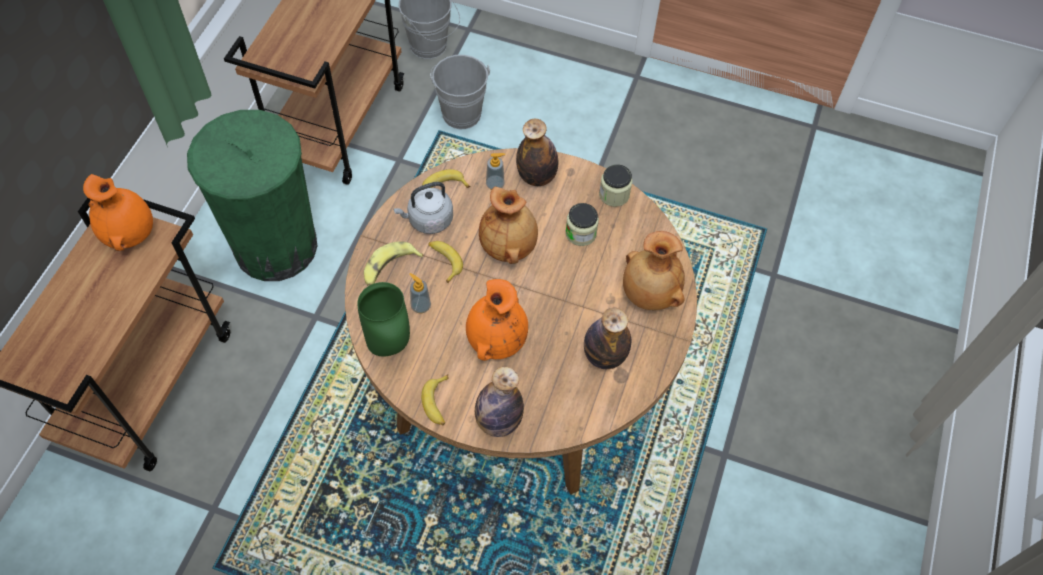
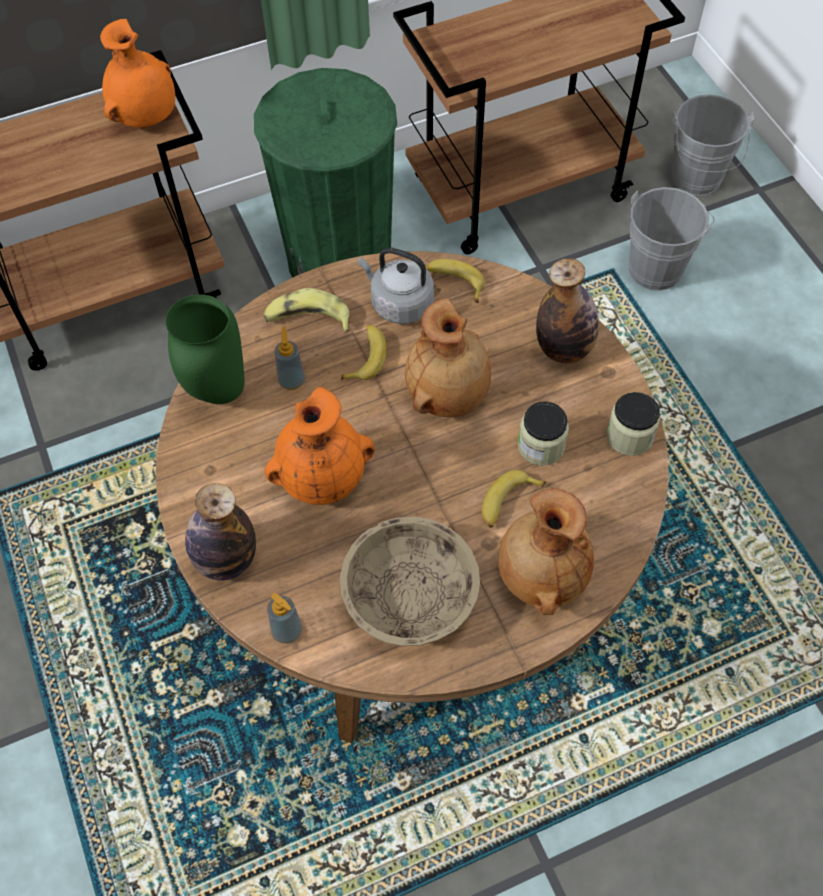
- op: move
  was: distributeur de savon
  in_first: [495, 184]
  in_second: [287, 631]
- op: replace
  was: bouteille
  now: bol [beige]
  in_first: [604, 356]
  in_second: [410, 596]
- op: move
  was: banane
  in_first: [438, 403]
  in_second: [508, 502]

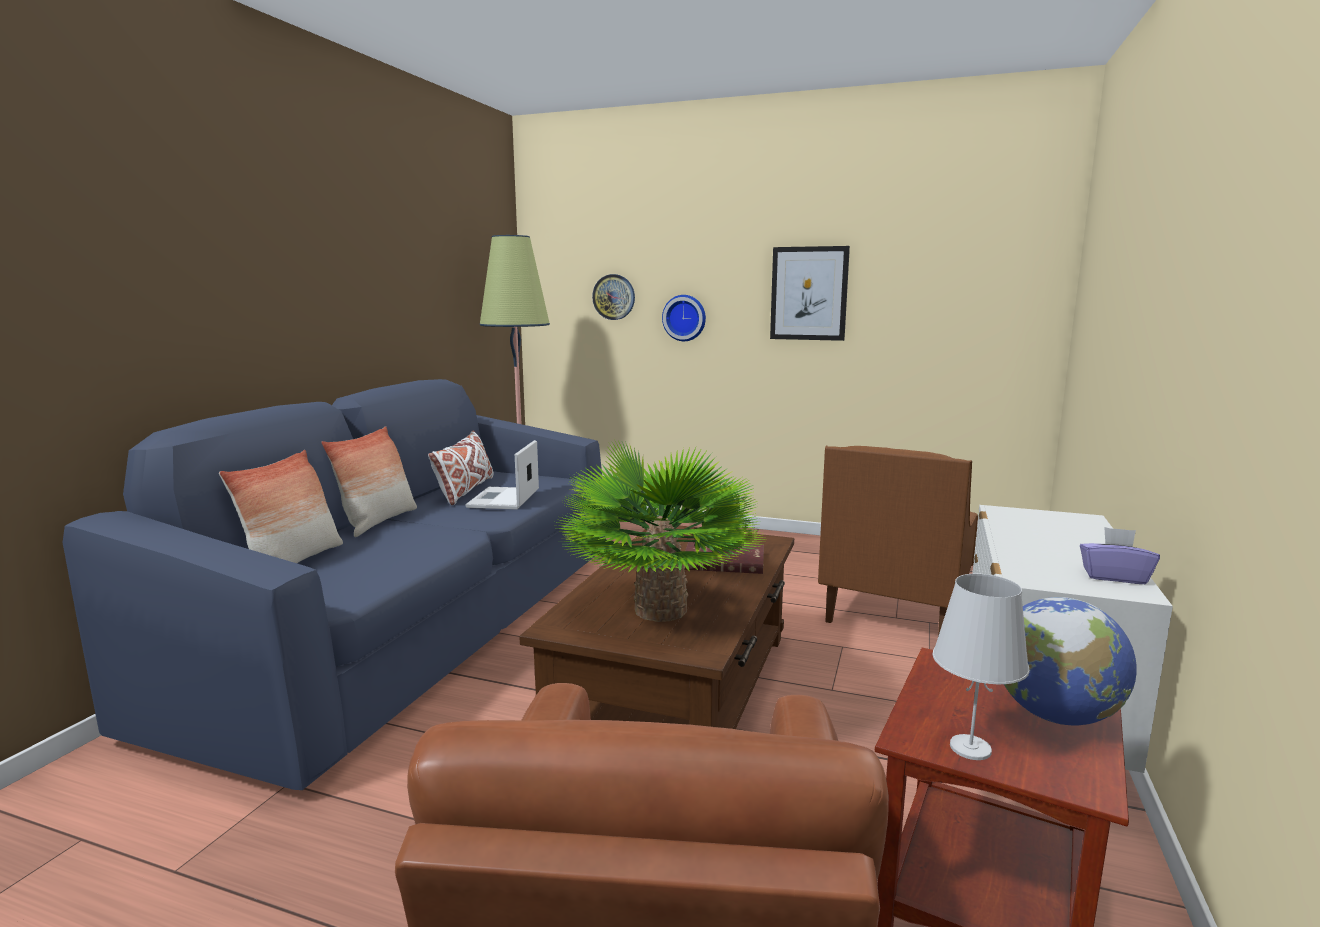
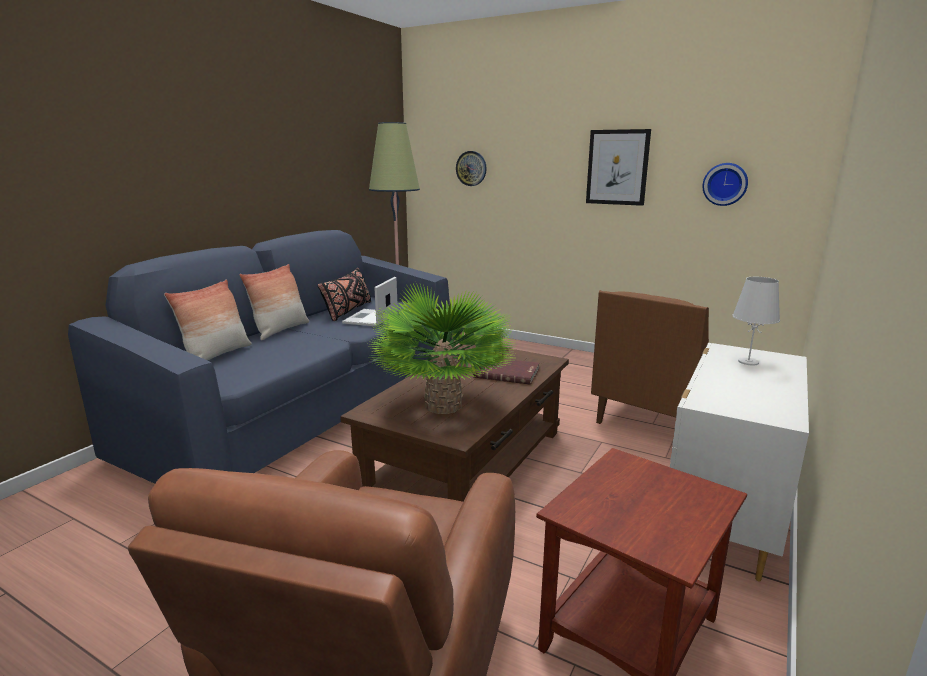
- op: recolor
  was: coussin [blanc]
  now: coussin [noir]
  in_first: [465, 491]
  in_second: [347, 311]
- op: move
  was: horloge murale
  in_first: [685, 318]
  in_second: [725, 184]
- op: move
  was: lampe de table [blanc]
  in_first: [970, 748]
  in_second: [748, 362]
- op: delete
  was: globe
  in_first: [1055, 715]
- op: delete
  was: boîte à mouchoirs [violet]
  in_first: [1114, 576]

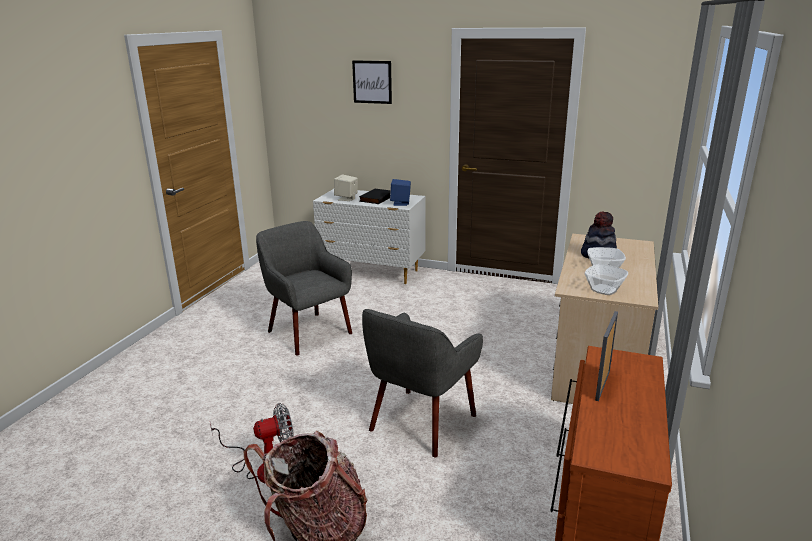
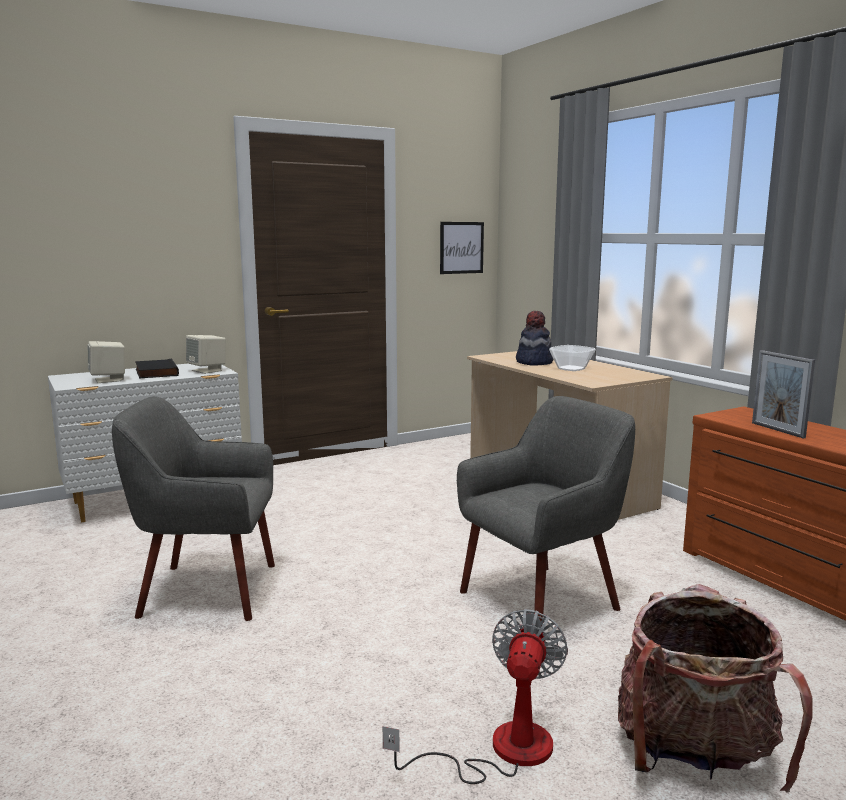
- op: recolor
  was: enceinte [bleu]
  now: enceinte [beige]
  in_first: [400, 203]
  in_second: [207, 370]
- op: move
  was: tableau
  in_first: [372, 82]
  in_second: [461, 247]
- op: rotate
  was: fauteuil [gris]
  in_first: [420, 422]
  in_second: [541, 600]
  clockwise: -105
- op: delete
  was: bol
  in_first: [604, 289]

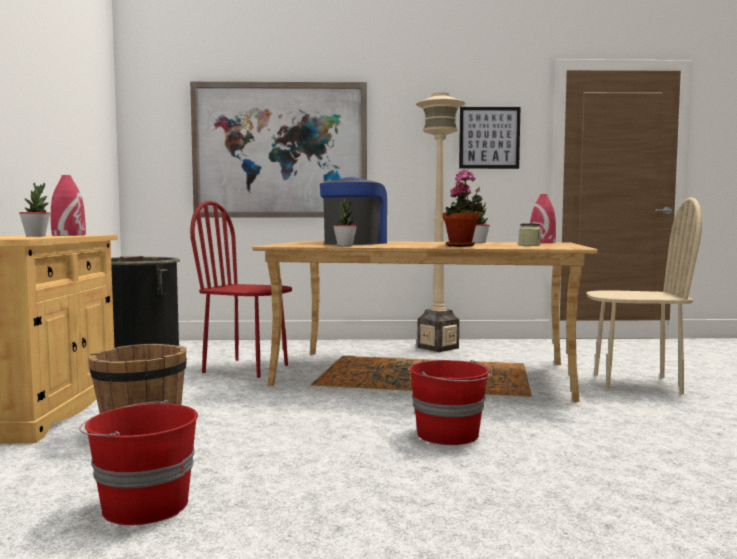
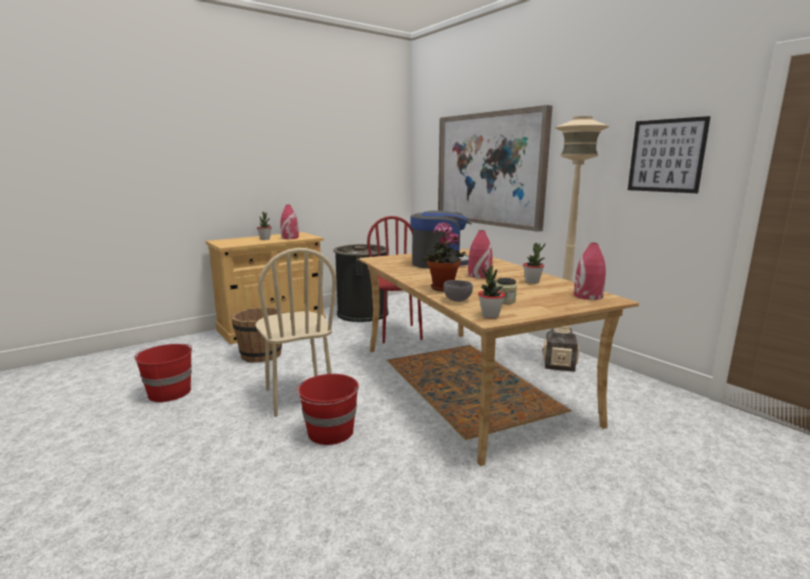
- op: move
  was: chaise [beige]
  in_first: [636, 384]
  in_second: [298, 396]
- op: insert
  now: bol [gris]
  in_second: [457, 300]
- op: insert
  now: vase [rouge]
  in_second: [479, 275]
- op: move
  was: plante en pot
  in_first: [345, 245]
  in_second: [490, 315]

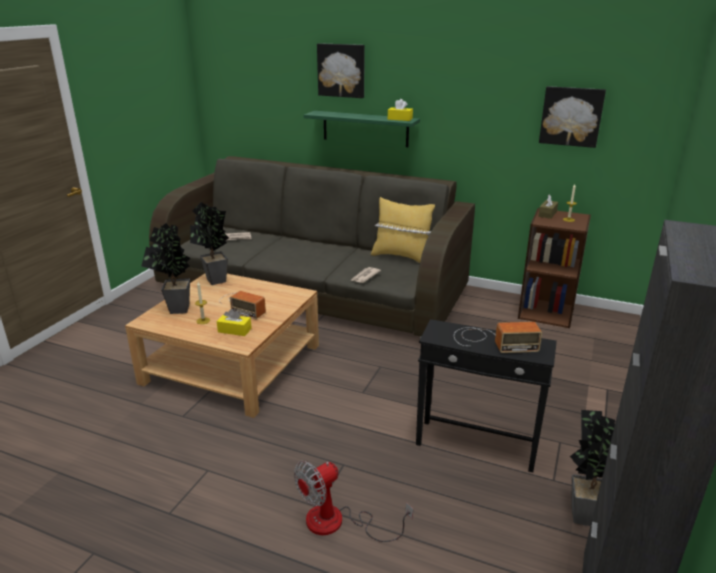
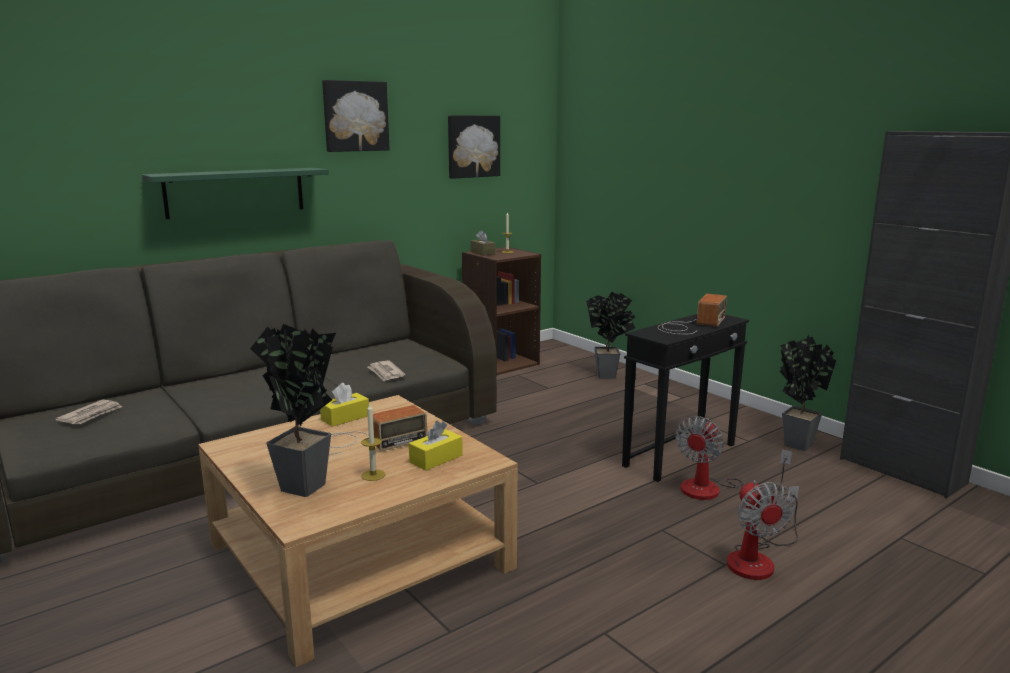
- op: move
  was: boîte à mouchoirs [jaune]
  in_first: [400, 119]
  in_second: [345, 418]
- op: move
  was: tableau
  in_first: [341, 70]
  in_second: [355, 116]
- op: move
  was: plante en pot
  in_first: [215, 282]
  in_second: [609, 376]
- op: insert
  now: ventilateur
  in_second: [714, 490]
- op: delete
  was: coussin [jaune]
  in_first: [401, 256]

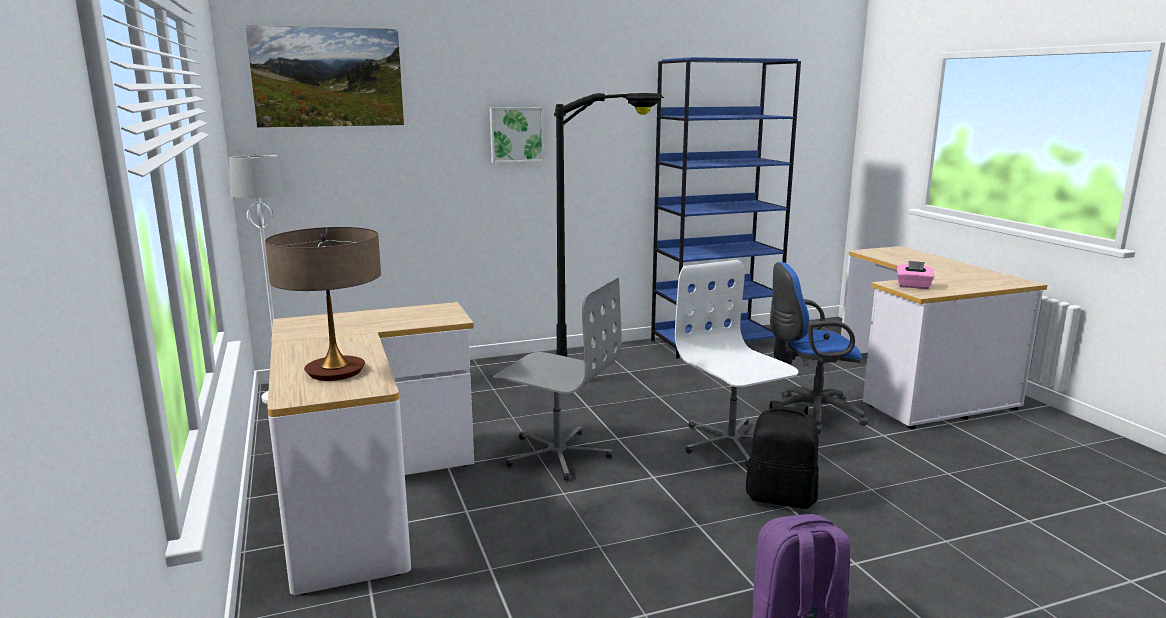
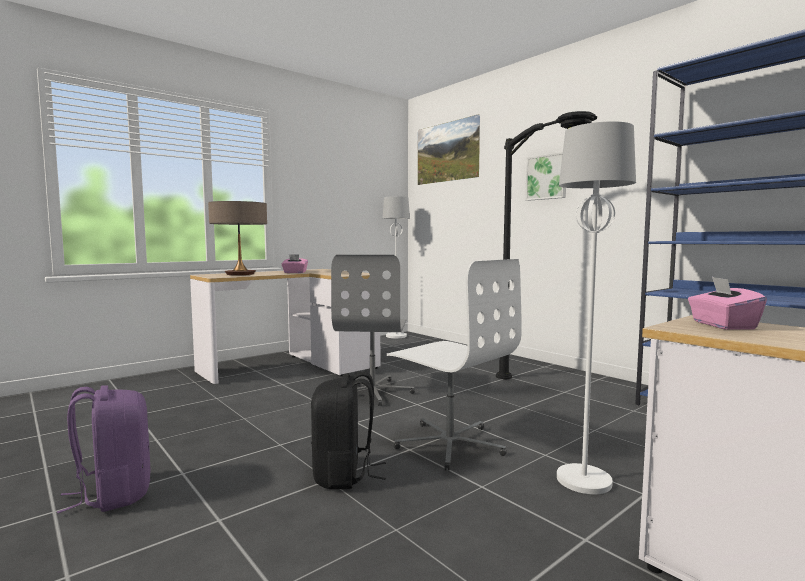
- op: insert
  now: boîte à mouchoirs [rose]
  in_second: [295, 272]
- op: rotate
  was: chaise de bureau [blanc]
  in_first: [730, 443]
  in_second: [450, 444]
  clockwise: 90
- op: replace
  was: chaise de bureau [bleu]
  now: lampadaire [blanc]
  in_first: [808, 414]
  in_second: [583, 480]

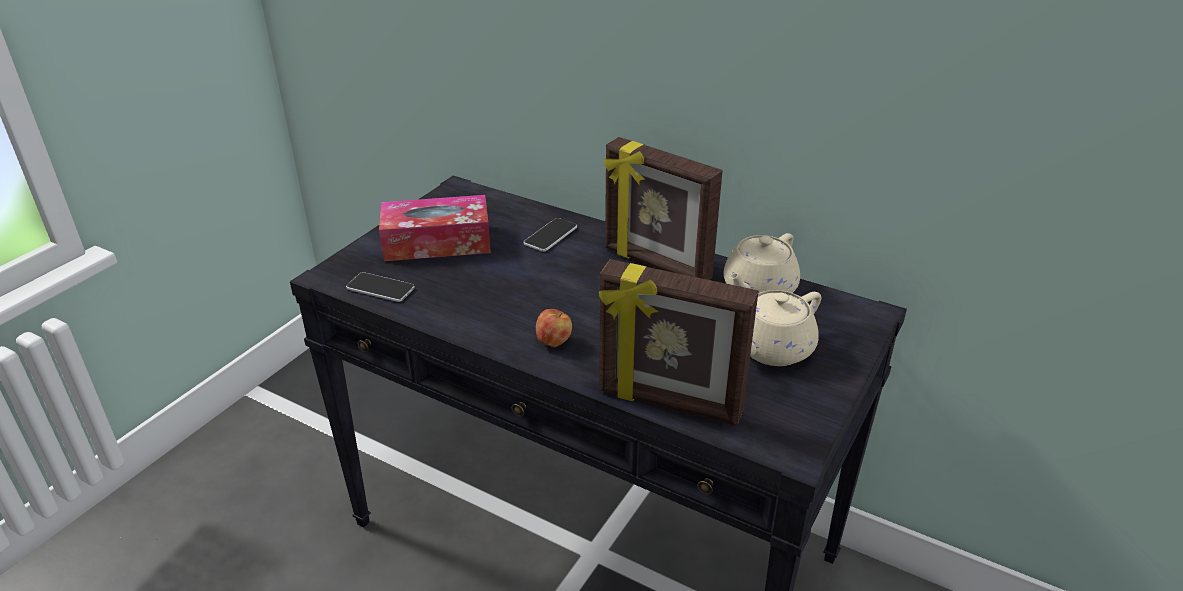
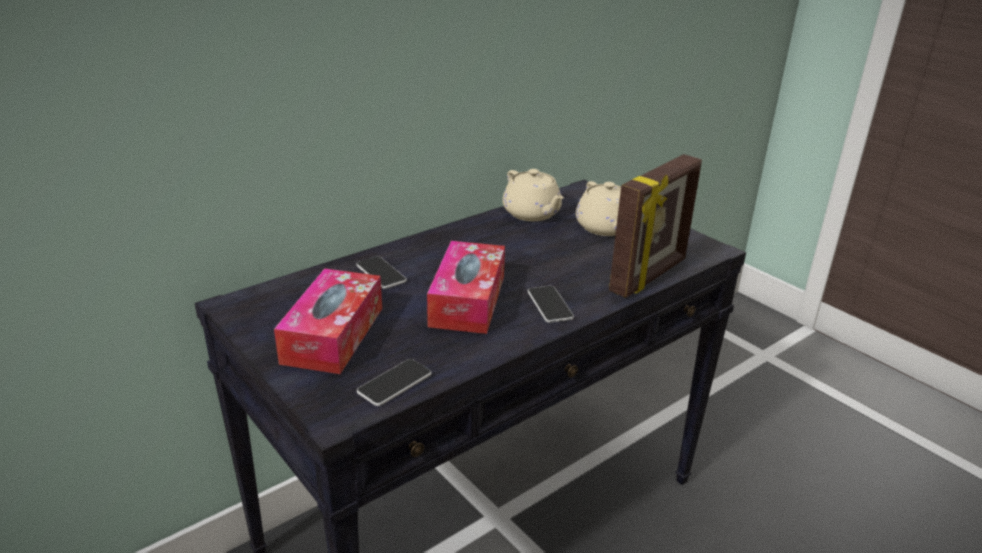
- op: insert
  now: boîte à mouchoirs
  in_second: [467, 300]
- op: replace
  was: pomme
  now: téléphone
  in_first: [554, 342]
  in_second: [550, 305]
- op: delete
  was: cadre photo
  in_first: [656, 264]

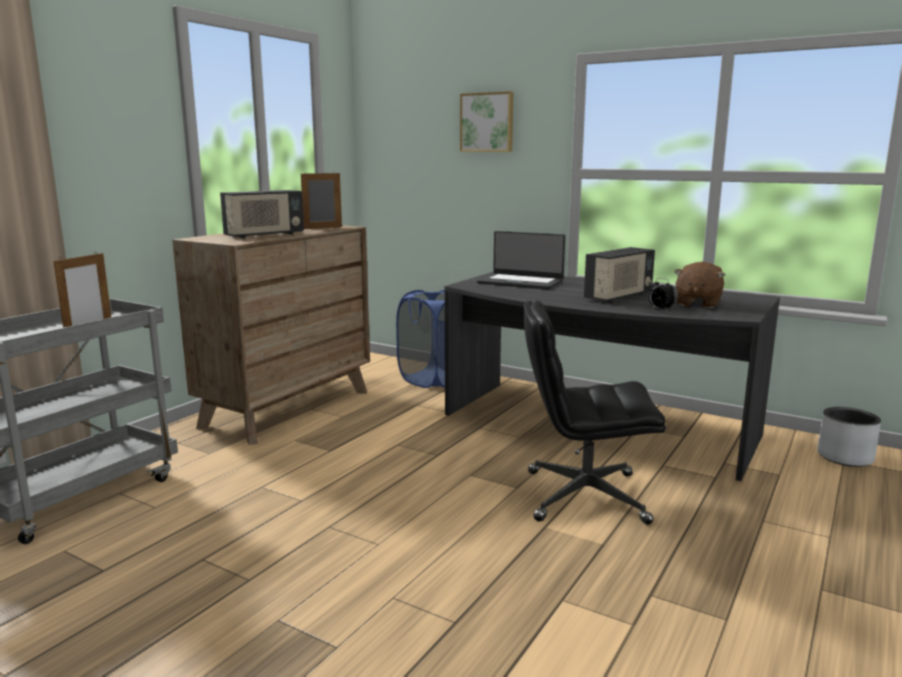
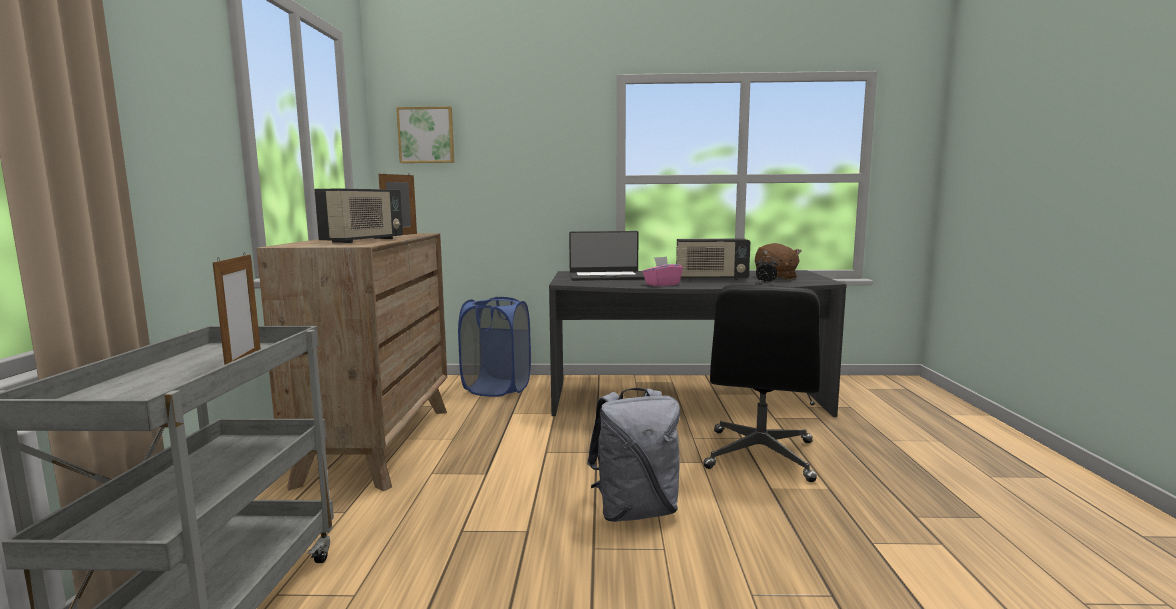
- op: move
  was: tableau
  in_first: [487, 122]
  in_second: [426, 135]
- op: insert
  now: sac à dos [gris]
  in_second: [635, 511]
- op: insert
  now: boîte à mouchoirs [rose]
  in_second: [662, 284]
- op: rotate
  was: radio
  in_first: [618, 297]
  in_second: [711, 279]
  clockwise: 75
- op: rotate
  was: chaise de bureau [noir]
  in_first: [583, 497]
  in_second: [760, 456]
  clockwise: -45
- op: delete
  was: cache-pot [gris]
  in_first: [845, 457]

